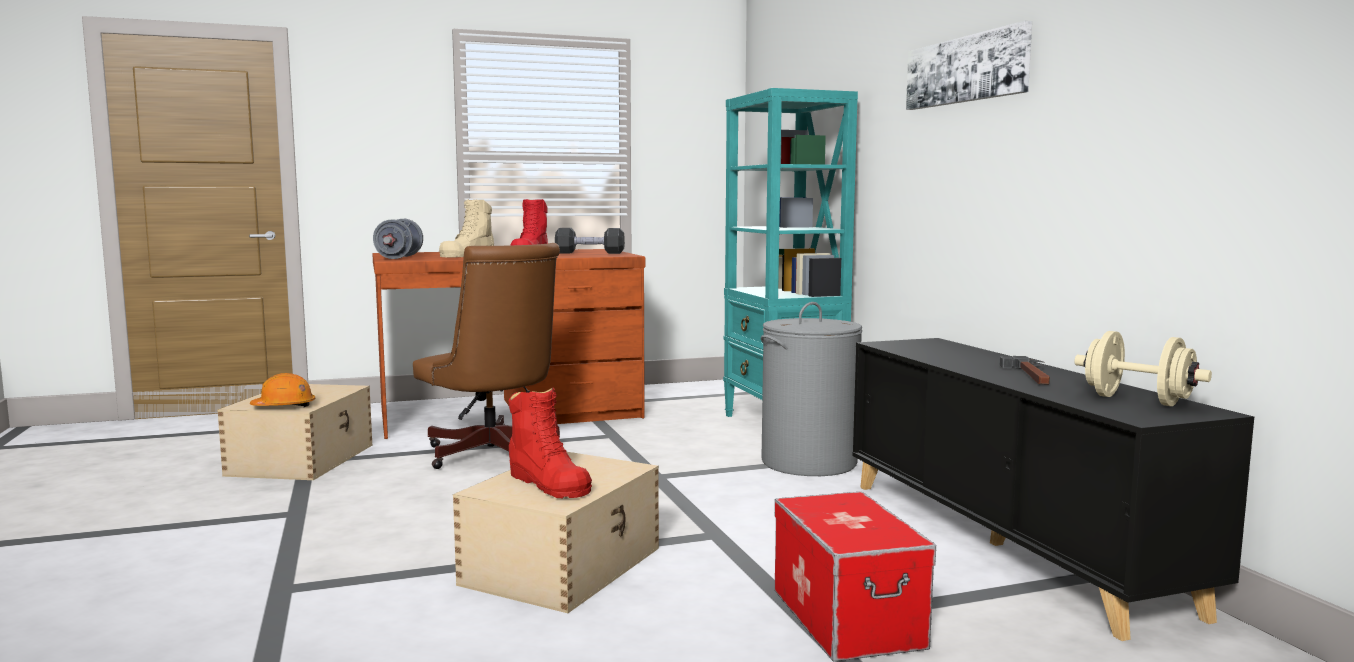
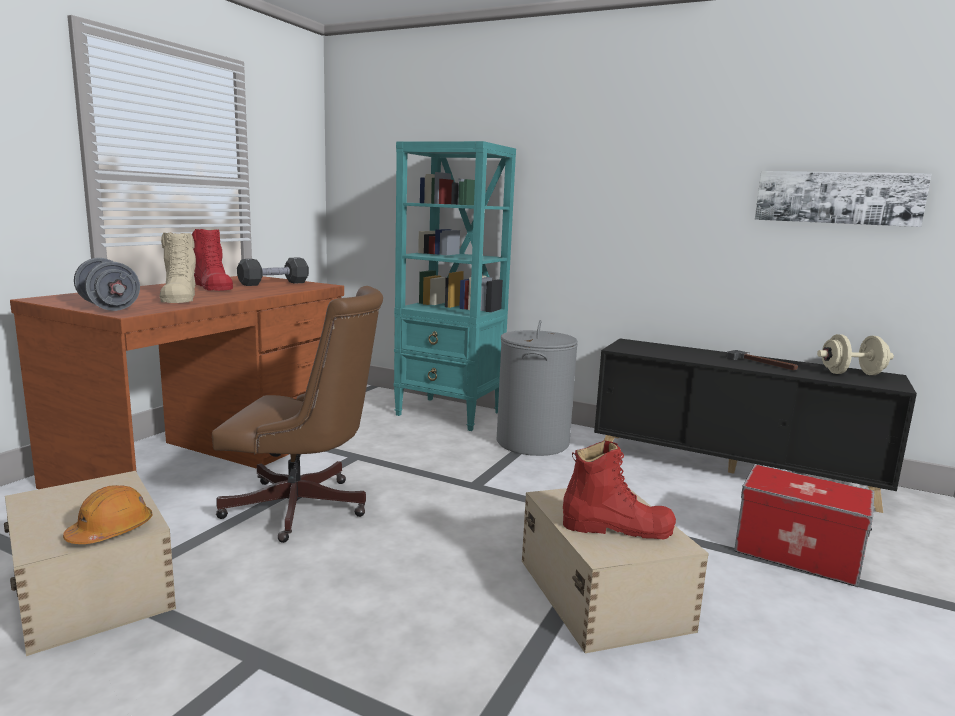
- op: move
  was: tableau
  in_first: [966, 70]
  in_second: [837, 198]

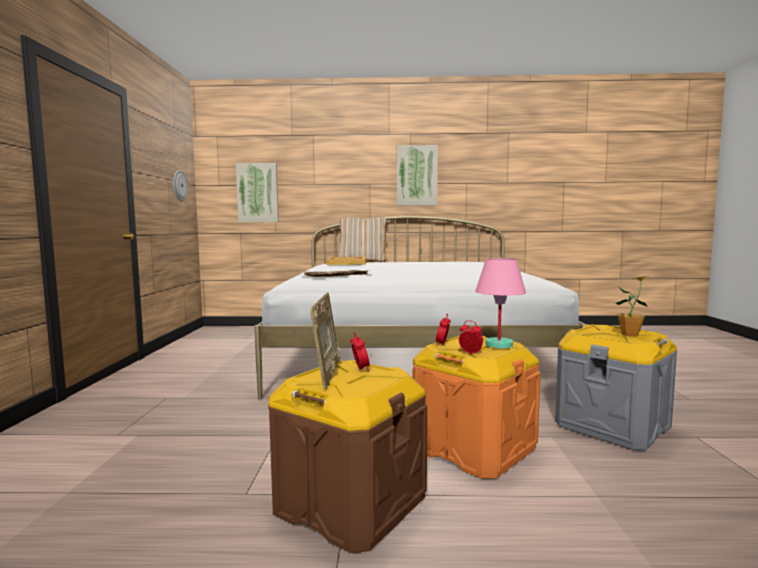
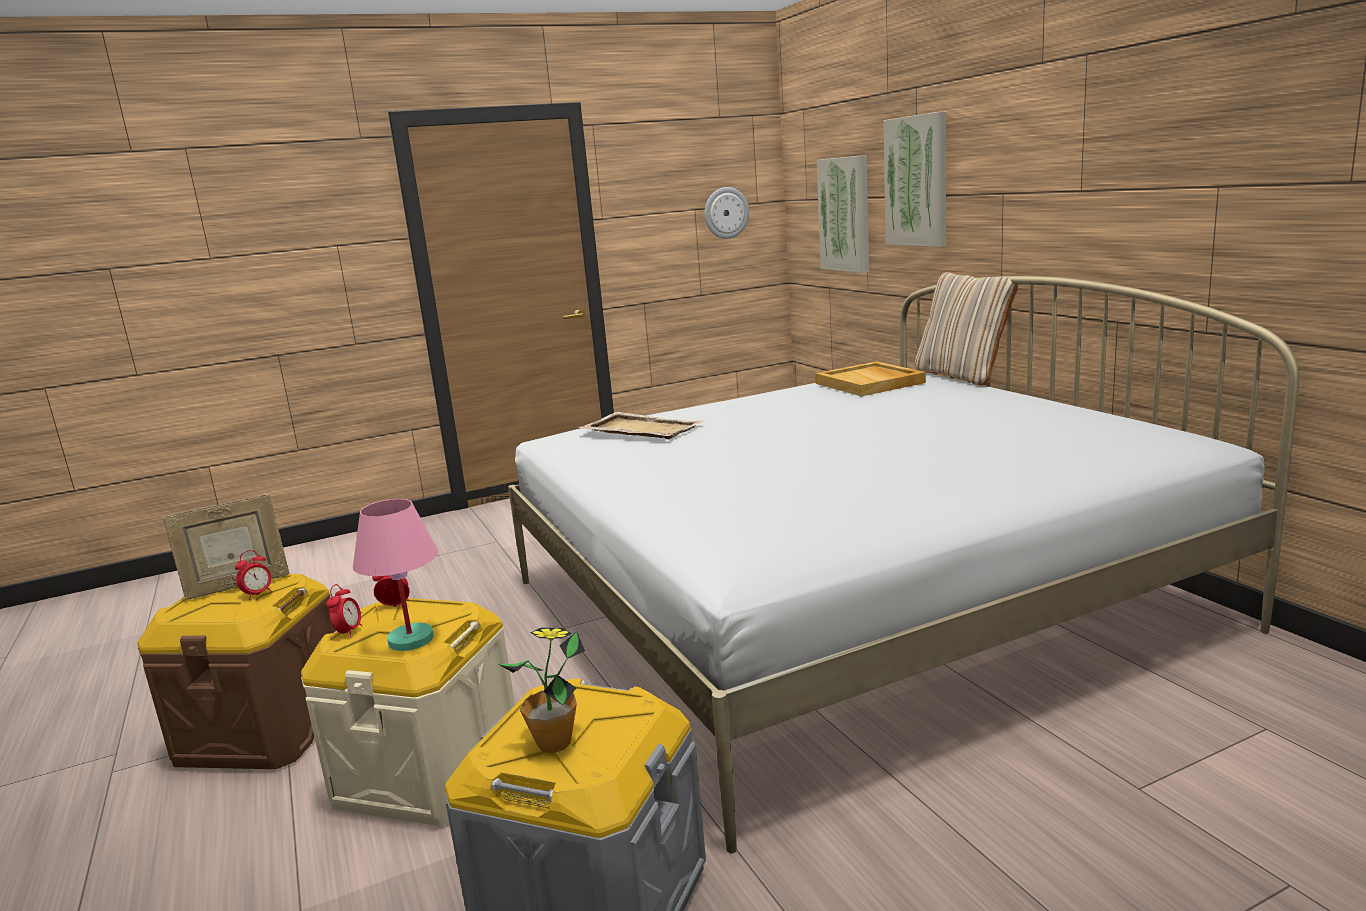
- op: recolor
  was: boîte de rangement [orange]
  now: boîte de rangement [beige]
  in_first: [473, 448]
  in_second: [429, 771]
- op: move
  was: tableau
  in_first: [417, 175]
  in_second: [917, 181]

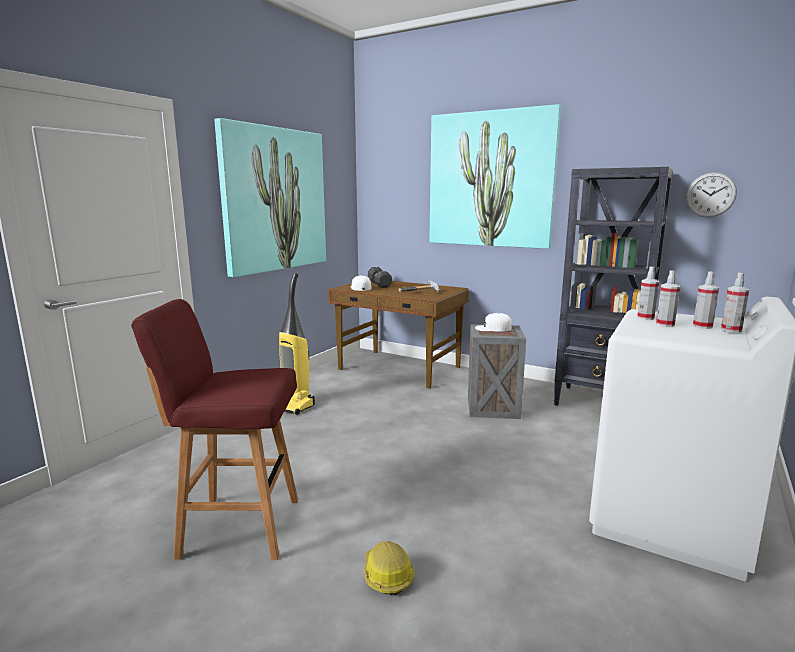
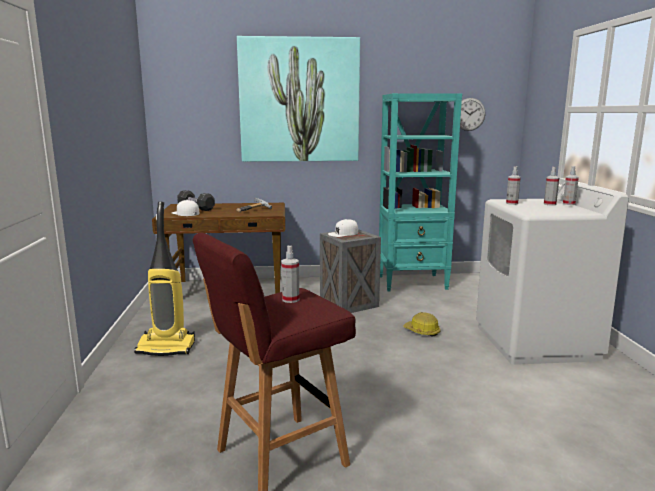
- op: move
  was: vaporisateur
  in_first: [665, 324]
  in_second: [290, 299]
- op: recolor
  was: bibliothèque [noir]
  now: bibliothèque [turquoise]
  in_first: [599, 403]
  in_second: [413, 283]
- op: move
  was: casque de chantier
  in_first: [387, 575]
  in_second: [422, 331]
- op: delete
  was: tableau
  in_first: [274, 200]

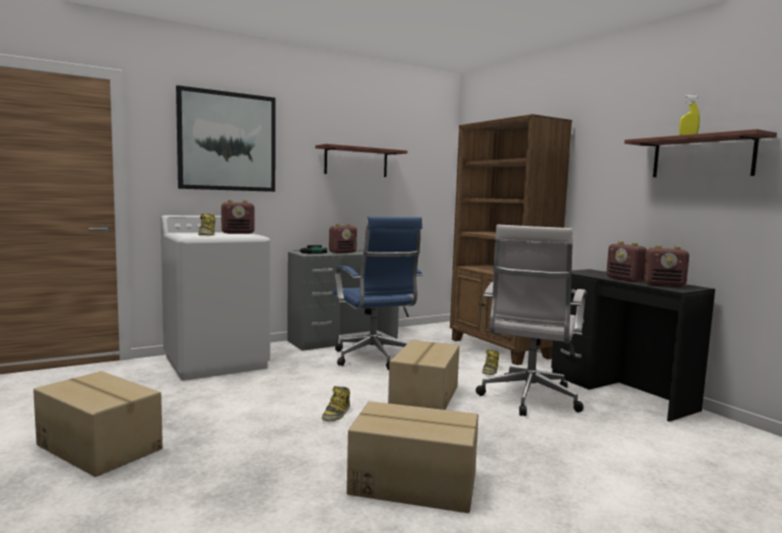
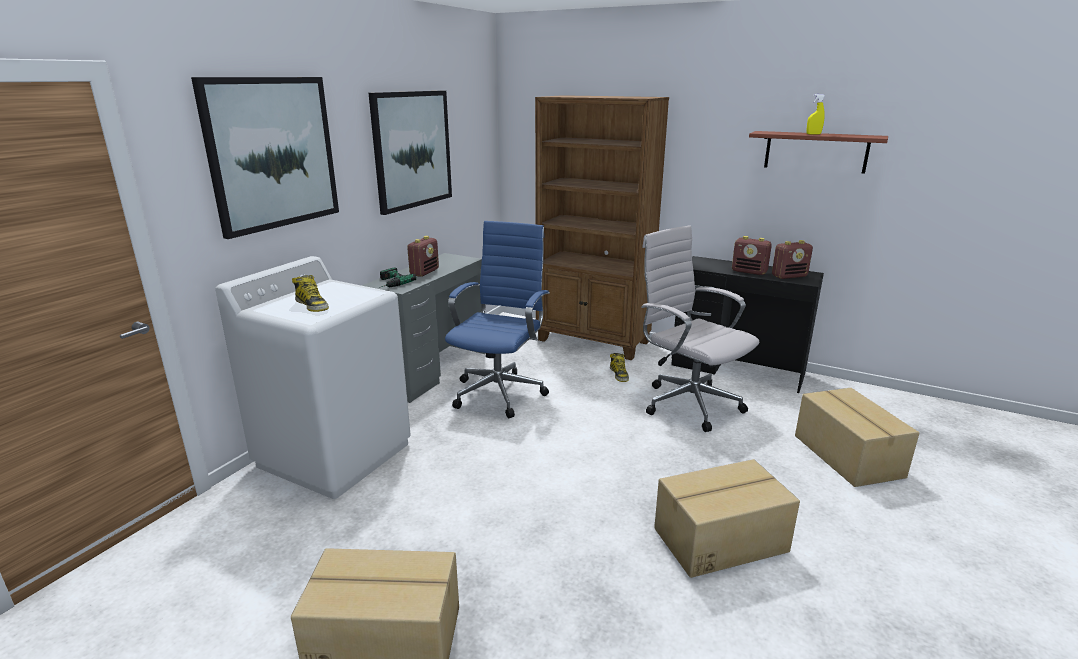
- op: replace
  was: étagère
  now: tableau
  in_first: [356, 162]
  in_second: [412, 150]
- op: rotate
  was: chaise de bureau [bleu]
  in_first: [374, 359]
  in_second: [500, 392]
  clockwise: -105
- op: rotate
  was: chaise de bureau [blanc]
  in_first: [528, 399]
  in_second: [688, 403]
  clockwise: 150
- op: move
  was: carton
  in_first: [423, 396]
  in_second: [846, 456]
- op: delete
  was: radio
  in_first: [238, 233]
- op: delete
  was: botte
  in_first: [336, 413]

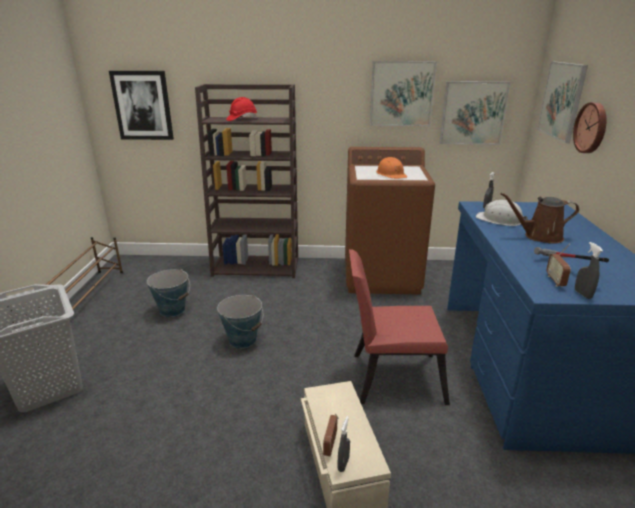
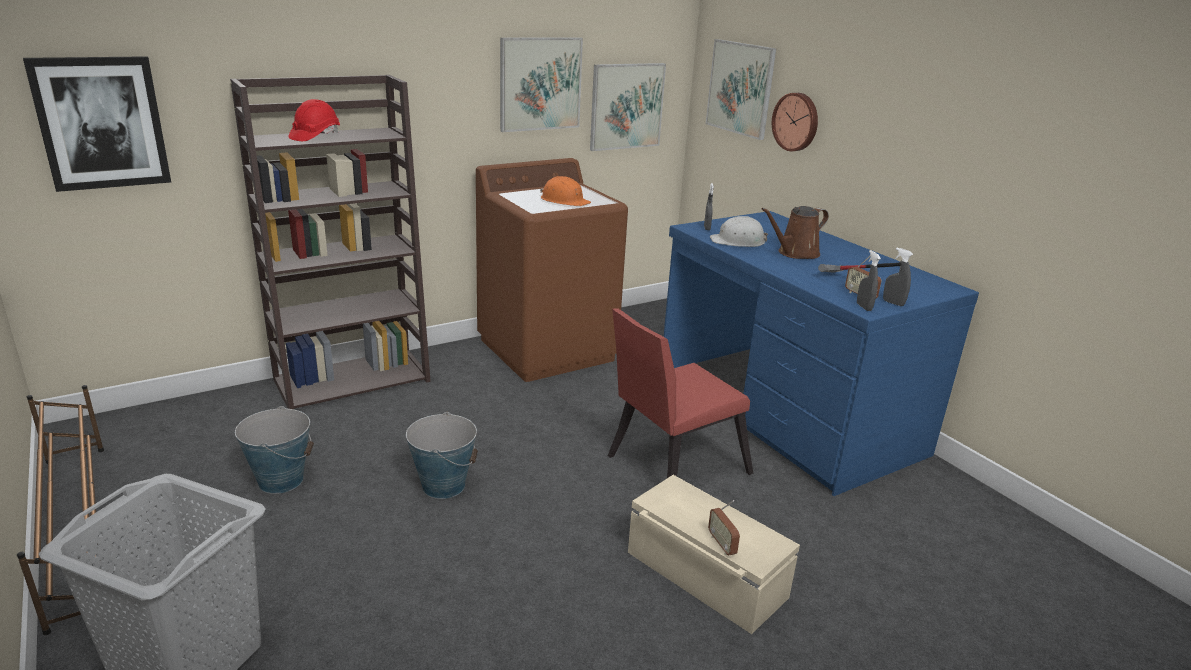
- op: move
  was: vaporisateur [gris]
  in_first: [343, 464]
  in_second: [864, 307]

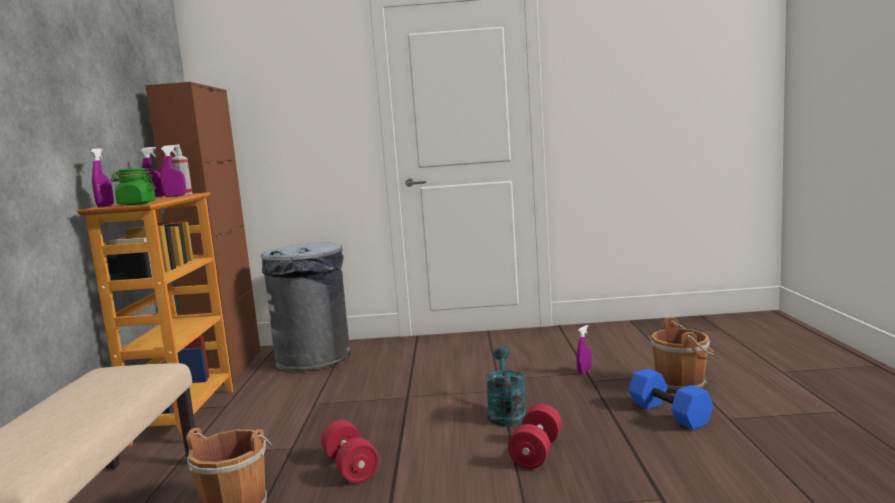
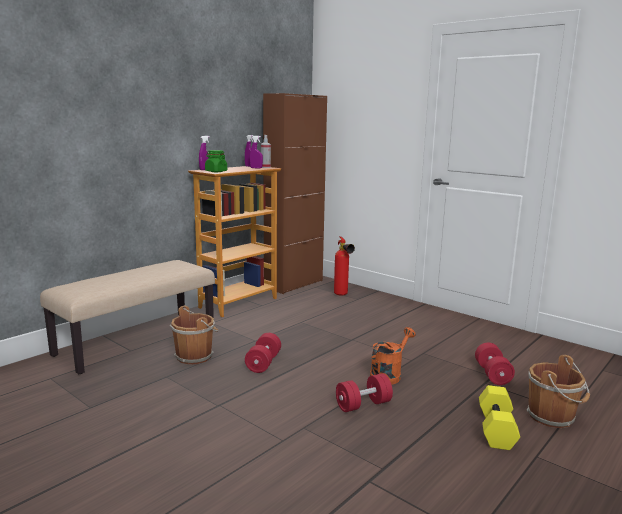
- op: replace
  was: poubelle [gris]
  now: extincteur
  in_first: [314, 358]
  in_second: [342, 295]
- op: recolor
  was: arrosoir [turquoise]
  now: arrosoir [orange]
  in_first: [505, 413]
  in_second: [388, 375]
- op: replace
  was: vaporisateur [violet]
  now: haltère [rouge]
  in_first: [584, 371]
  in_second: [492, 374]
- op: recolor
  was: haltère [bleu]
  now: haltère [jaune]
  in_first: [670, 413]
  in_second: [497, 430]

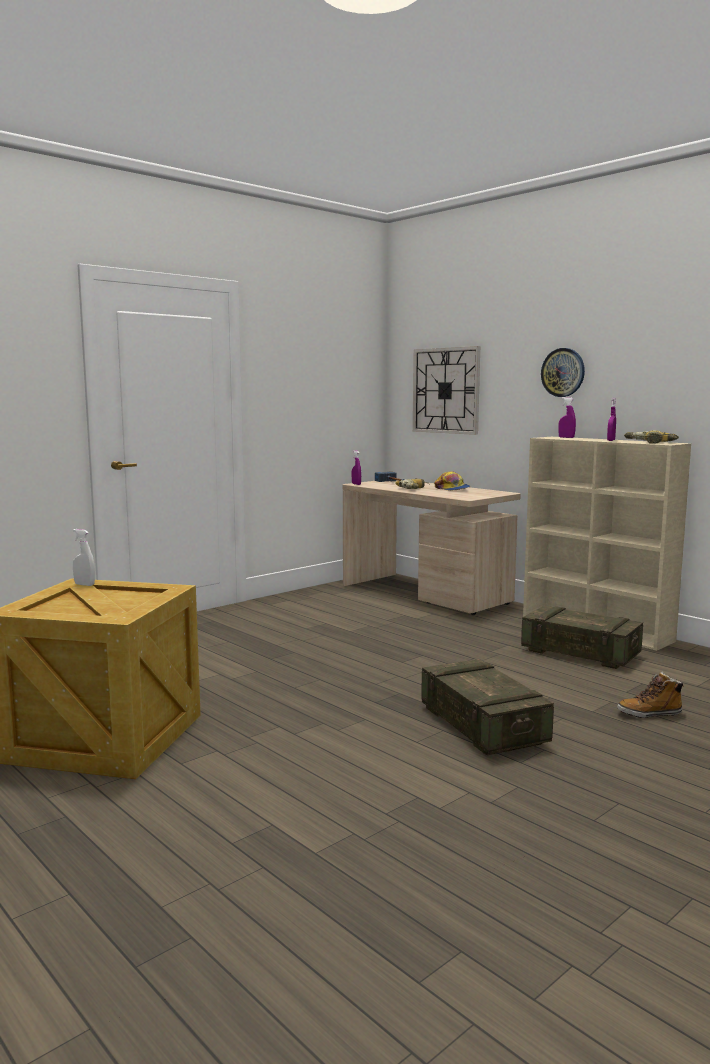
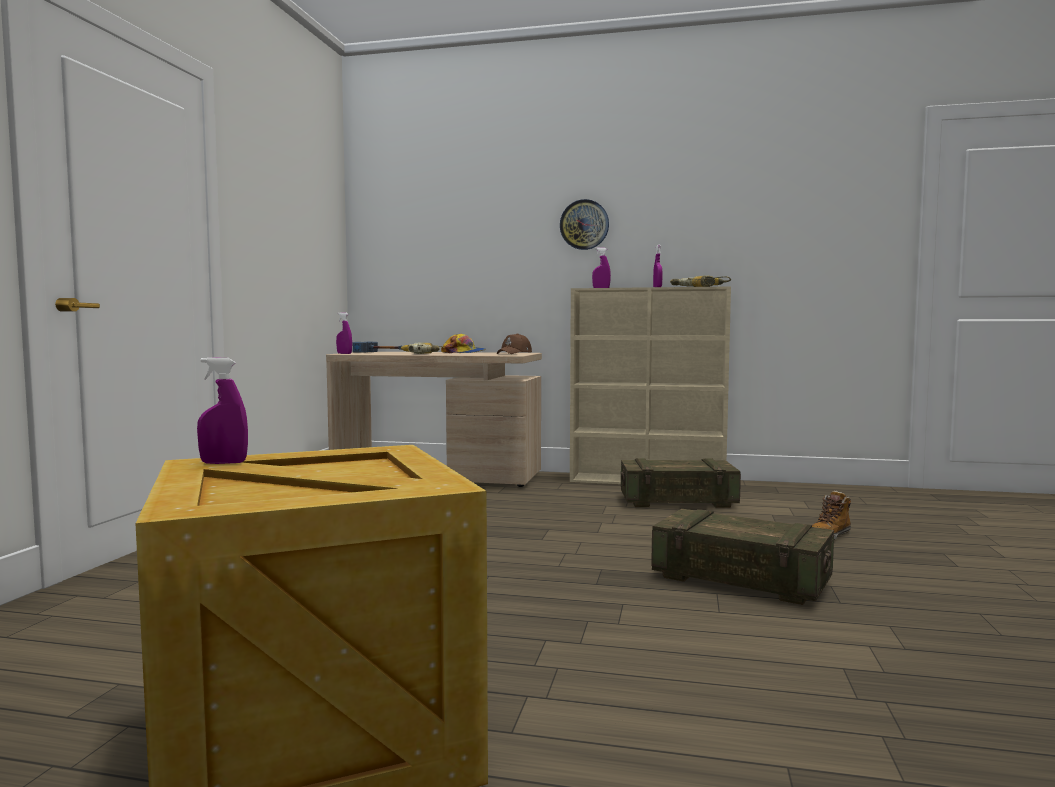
- op: recolor
  was: vaporisateur [blanc]
  now: vaporisateur [violet]
  in_first: [84, 584]
  in_second: [224, 463]
- op: insert
  now: casquette [marron]
  in_second: [515, 353]
- op: delete
  was: horloge murale
  in_first: [446, 390]

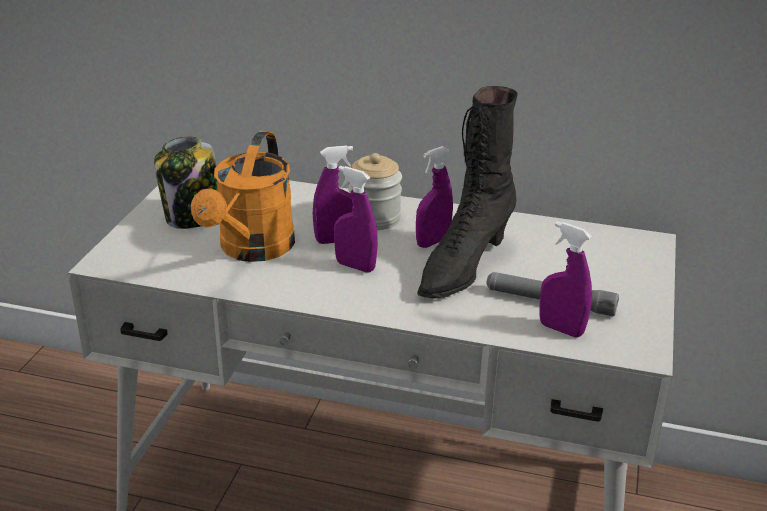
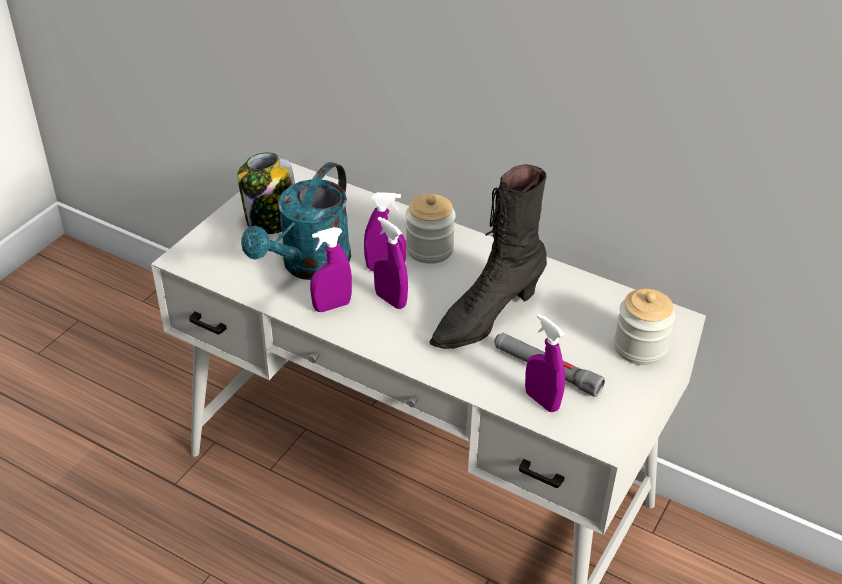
- op: recolor
  was: arrosoir [orange]
  now: arrosoir [turquoise]
  in_first: [252, 250]
  in_second: [309, 266]
- op: move
  was: vaporisateur [violet]
  in_first: [433, 242]
  in_second: [332, 306]
- op: insert
  now: bocal
  in_second: [639, 347]

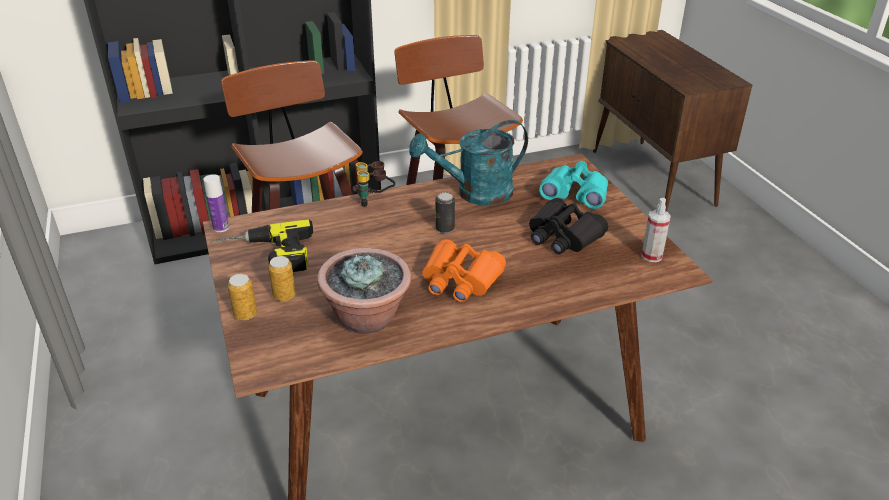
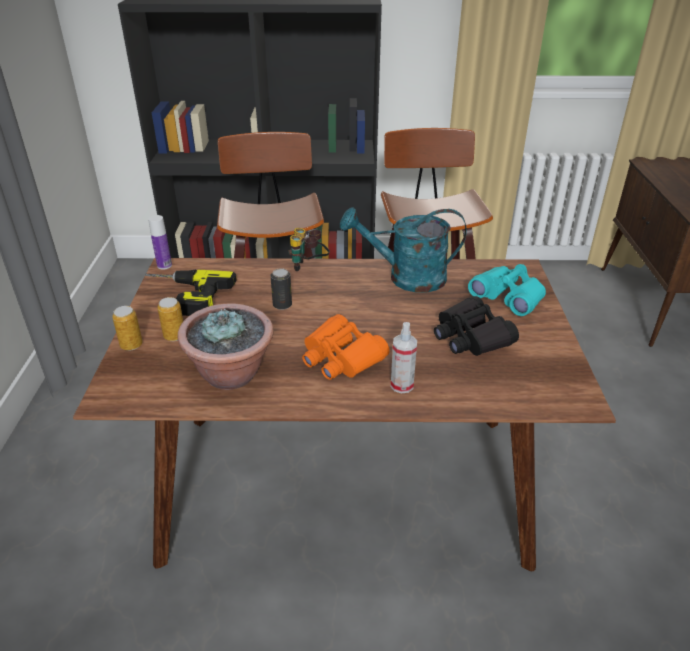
- op: move
  was: boîte métallique
  in_first: [445, 228]
  in_second: [282, 305]
- op: move
  was: vaporisateur
  in_first: [652, 256]
  in_second: [402, 385]

